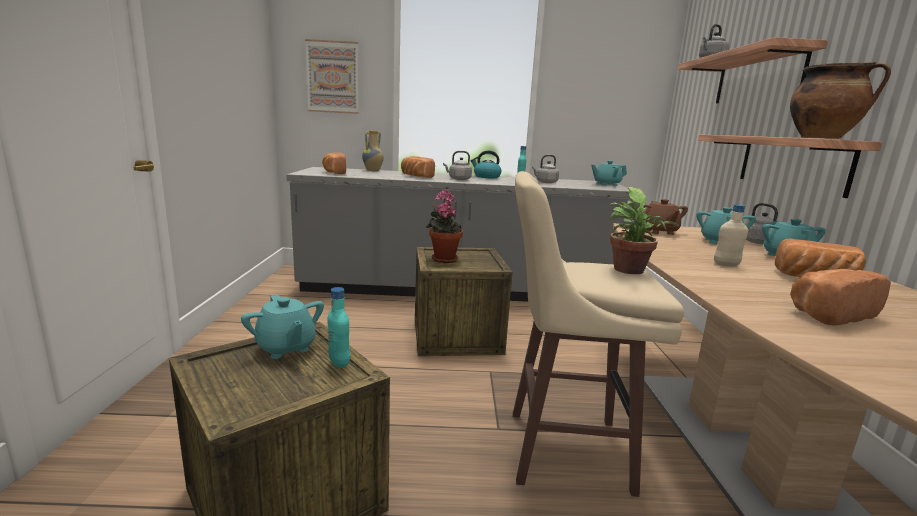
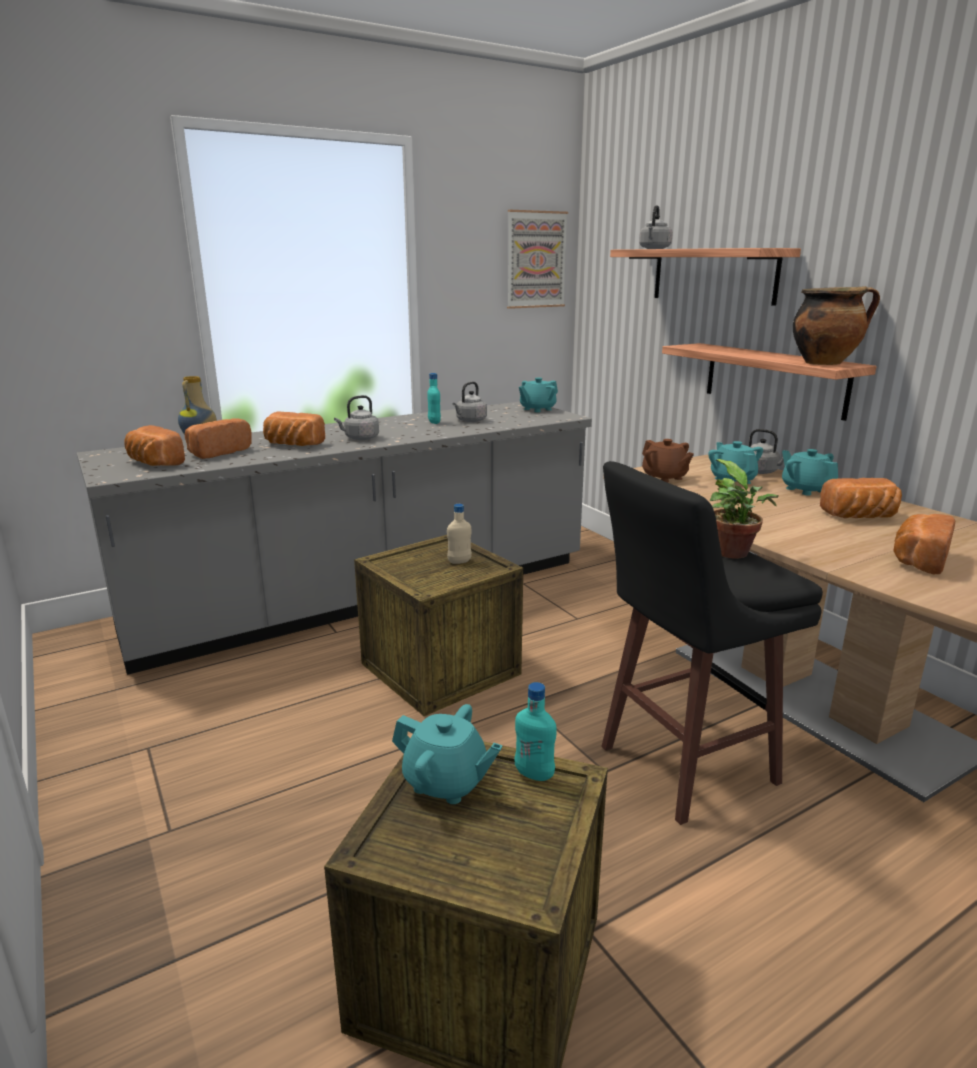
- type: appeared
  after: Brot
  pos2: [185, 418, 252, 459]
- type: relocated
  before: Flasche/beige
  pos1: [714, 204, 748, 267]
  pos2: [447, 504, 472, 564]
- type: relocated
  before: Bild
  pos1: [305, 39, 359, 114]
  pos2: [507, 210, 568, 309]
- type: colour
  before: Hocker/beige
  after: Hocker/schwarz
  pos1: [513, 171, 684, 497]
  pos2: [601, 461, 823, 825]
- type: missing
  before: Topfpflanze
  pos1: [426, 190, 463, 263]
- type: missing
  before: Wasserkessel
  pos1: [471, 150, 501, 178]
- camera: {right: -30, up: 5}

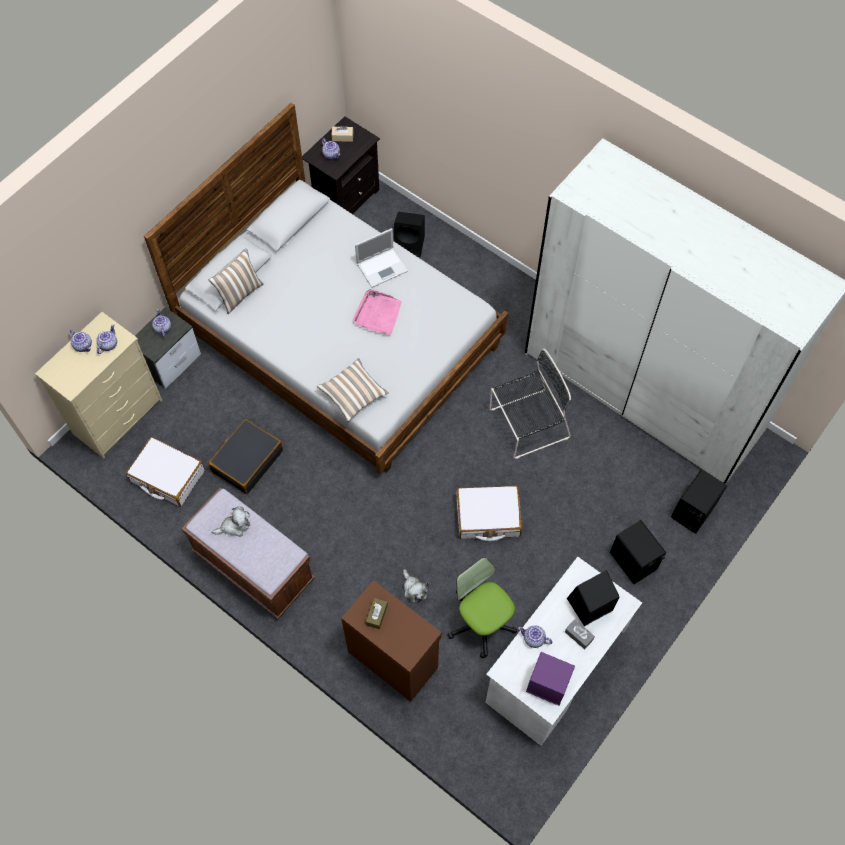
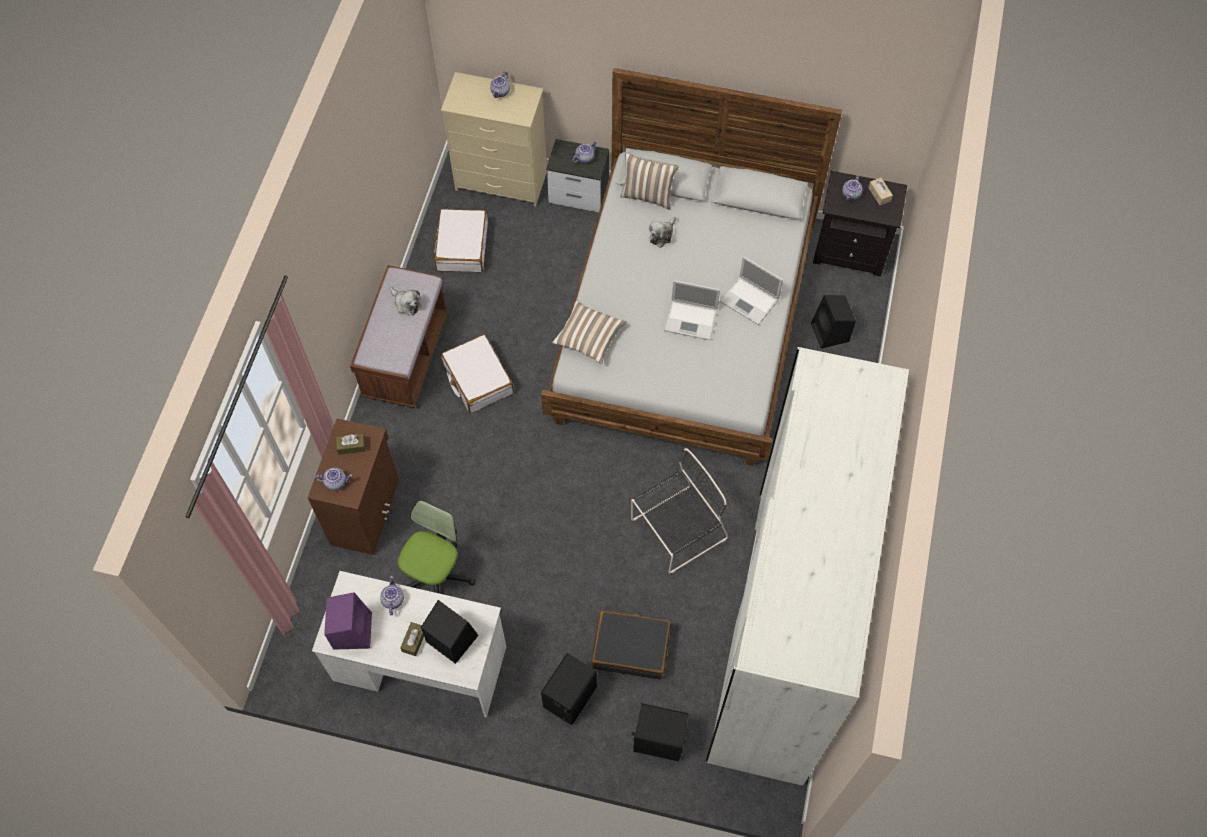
- type: relocated
  before: Teekanne
  pos1: [96, 324, 117, 354]
  pos2: [315, 468, 352, 491]
- type: colour
  before: Taschentuchbox/grau
  after: Taschentuchbox/braun
  pos1: [565, 619, 595, 649]
  pos2: [400, 622, 424, 656]
- type: relocated
  before: Koffer/weiß
  pos1: [457, 485, 522, 541]
  pos2: [441, 334, 514, 413]
- type: relocated
  before: Koffer/schwarz
  pos1: [208, 419, 283, 494]
  pos2: [592, 611, 671, 680]
- type: spun
  before: Stuhl/schwarz
  pos1: [490, 349, 571, 459]
  pos2: [631, 448, 728, 574]
  turn: -75
- type: relocated
  before: Plüschtier
  pos1: [403, 569, 429, 603]
  pos2: [649, 217, 676, 248]
- type: exchanged
  before: Tablett/rosa
  after: Laptop
  pos1: [353, 289, 402, 335]
  pos2: [664, 280, 720, 340]
- camera: {right: 65, up: 0}

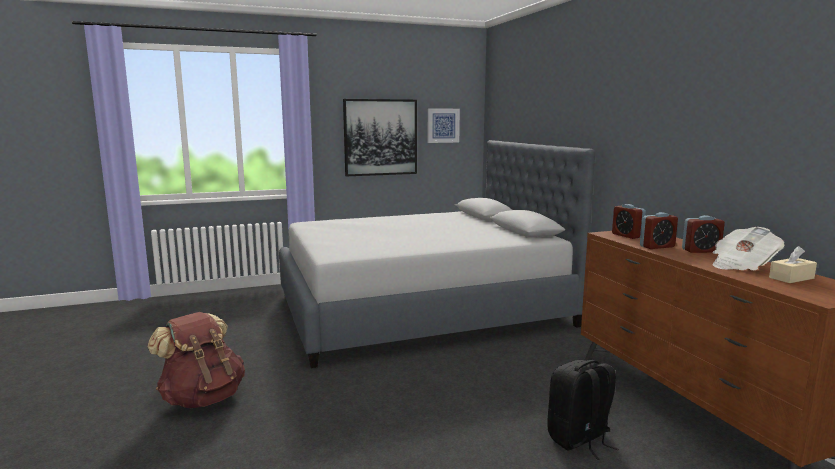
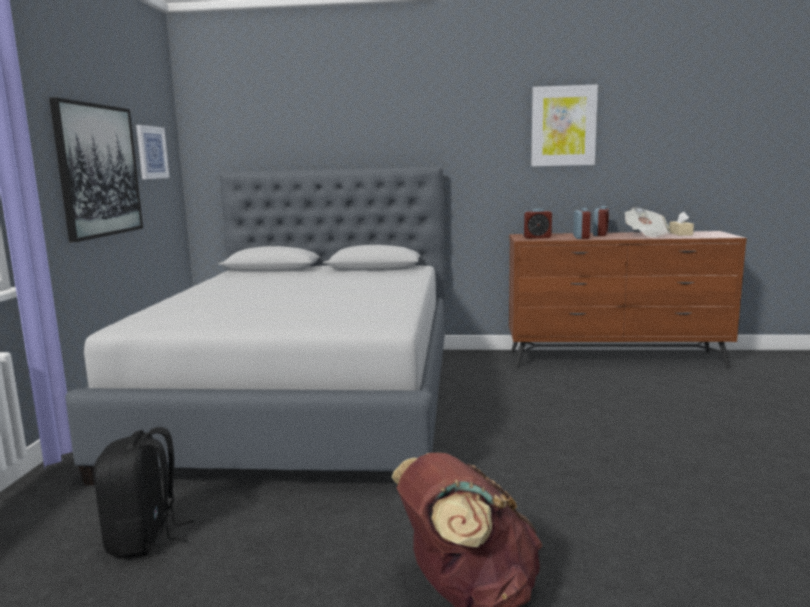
- type: relocated
  before: Rucksack/schwarz
  pos1: [547, 360, 618, 460]
  pos2: [93, 427, 194, 558]
- type: appeared
  after: Bild
  pos2: [531, 84, 598, 166]
- camera: {right: -65, up: 0}

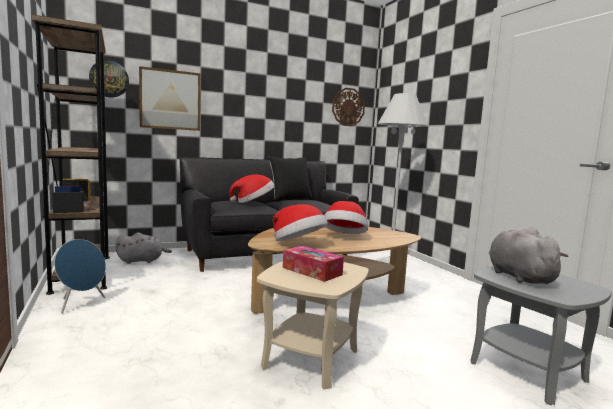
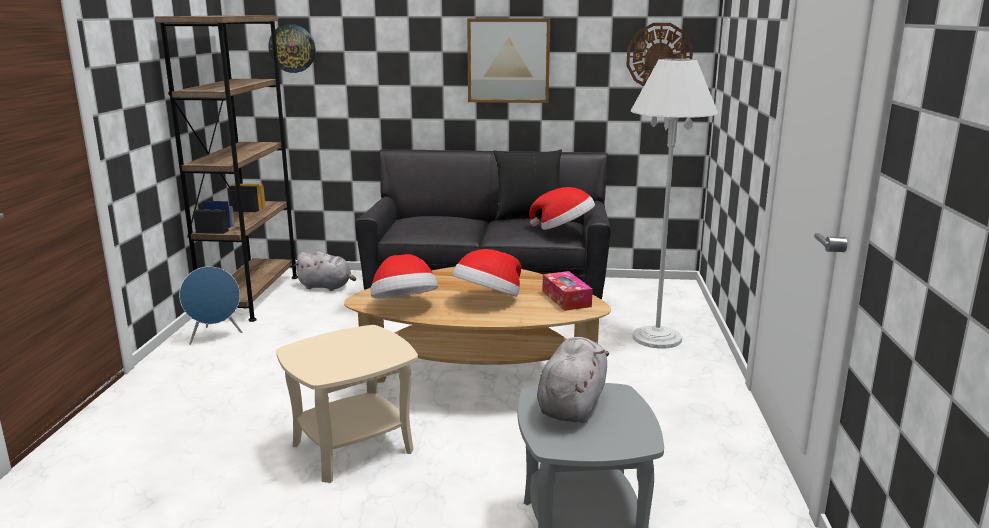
- type: relocated
  before: Bild
  pos1: [139, 66, 201, 131]
  pos2: [467, 18, 550, 103]
- type: relocated
  before: Hut
  pos1: [230, 174, 274, 203]
  pos2: [529, 187, 595, 230]
- type: relocated
  before: Taschentuchbox
  pos1: [283, 246, 344, 282]
  pos2: [542, 271, 593, 311]
- camera: {right: 30, up: 10}

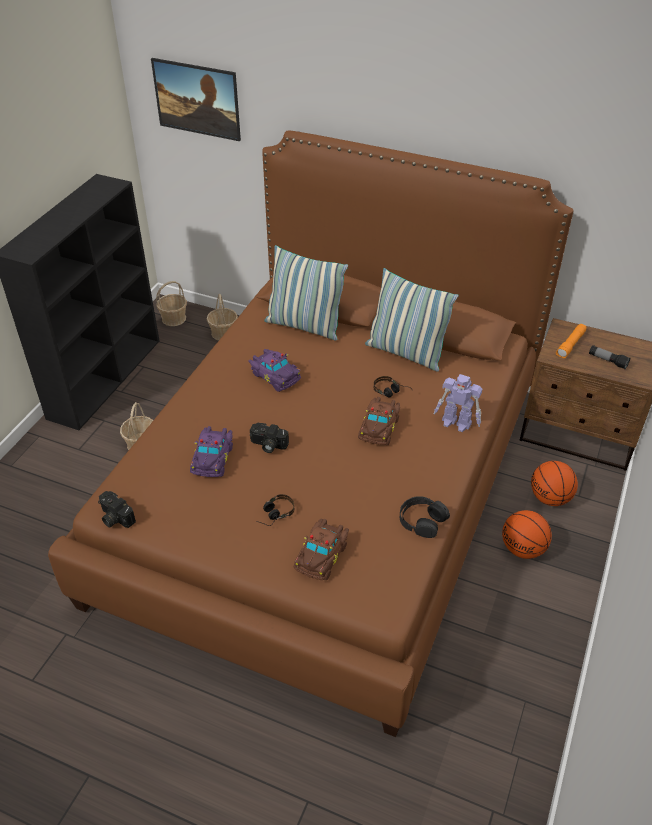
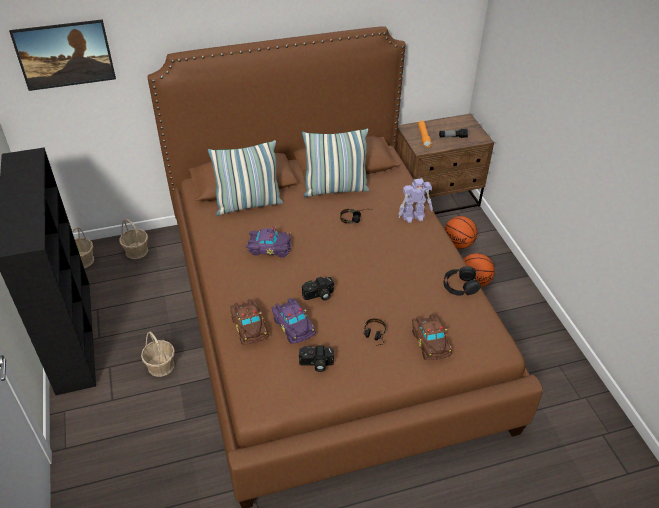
- type: relocated
  before: Spielzeugauto/braun
  pos1: [358, 397, 400, 445]
  pos2: [230, 299, 269, 345]
- type: relocated
  before: Kamera
  pos1: [98, 491, 136, 528]
  pos2: [299, 345, 334, 372]
- camera: {right: -40, up: 0}

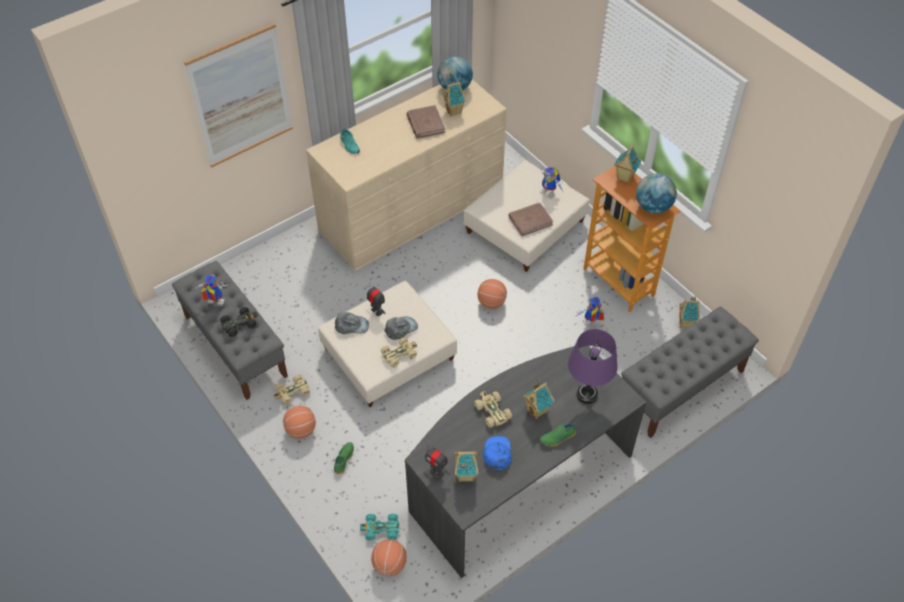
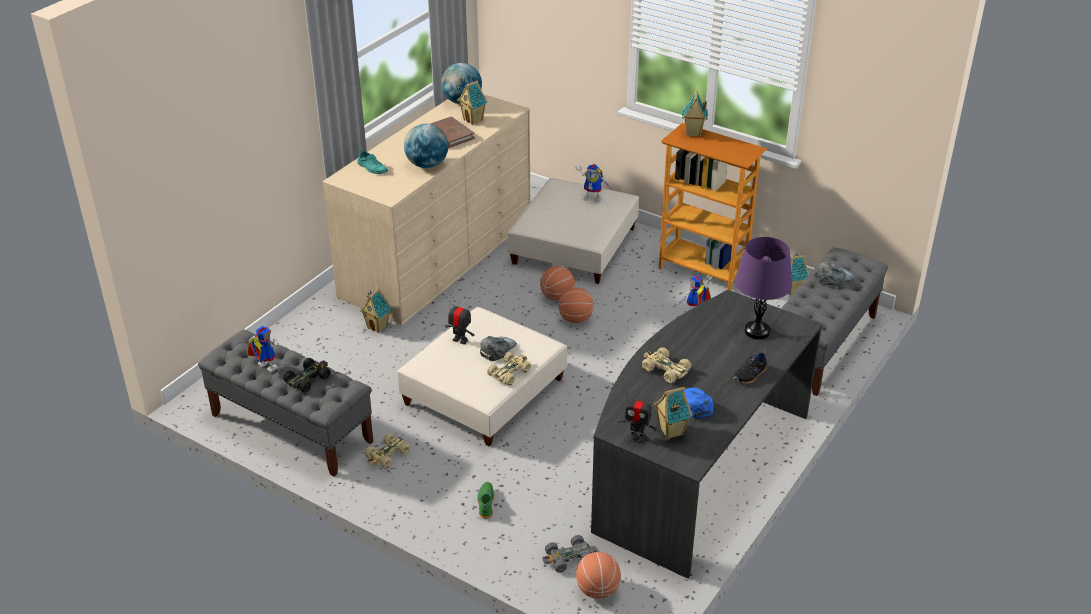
- type: spun
  before: Spielzeugroboter
  pos1: [194, 275, 228, 306]
  pos2: [247, 326, 279, 373]
  turn: 45
- type: relocated
  before: Spielzeughaus
  pos1: [523, 380, 555, 419]
  pos2: [360, 289, 392, 333]
- type: relocated
  before: Globus
  pos1: [636, 173, 677, 214]
  pos2: [404, 124, 448, 168]
- type: relocated
  before: Basketball
  pos1: [283, 406, 316, 439]
  pos2: [540, 266, 575, 301]
- type: colour
  before: Spielzeugauto/türkis
  after: Spielzeugauto/grau
  pos1: [360, 513, 400, 540]
  pos2: [542, 535, 592, 572]
- type: colour
  before: Schuh/grün
  after: Schuh/schwarz
  pos1: [540, 422, 576, 447]
  pos2: [733, 350, 767, 384]
- type: relocated
  before: Kappe/grau
  pos1: [335, 312, 369, 334]
  pos2: [815, 262, 855, 285]
- type: missing
  before: Bild
  pos1: [184, 23, 293, 167]
- type: missing
  before: Buch/braun
  pos1: [509, 203, 553, 236]
- camera: {right: -20, up: -15}

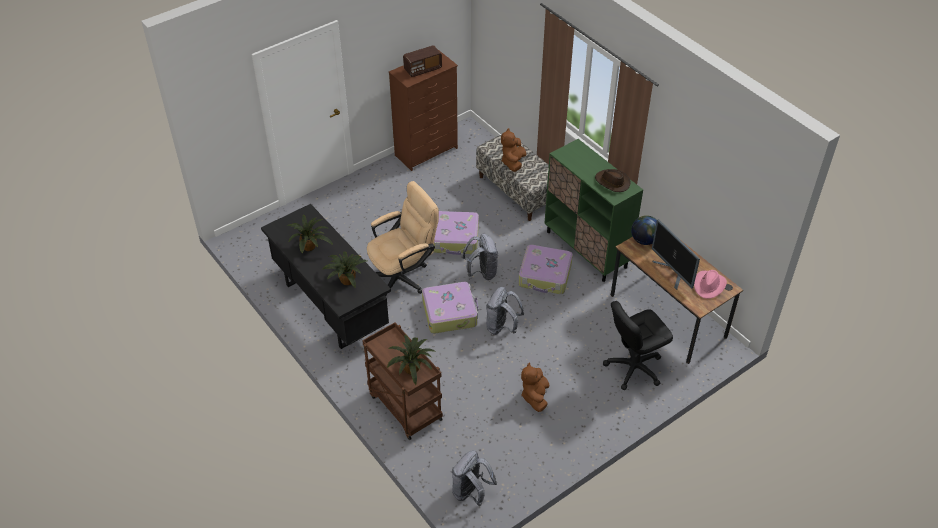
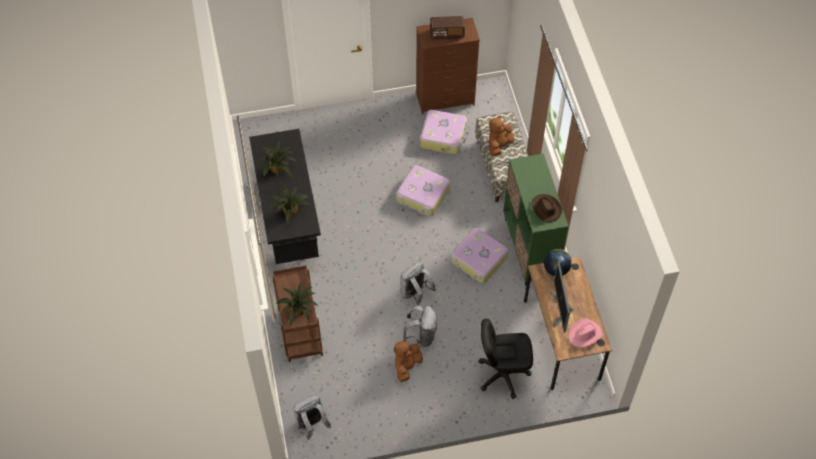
- type: relocated
  before: Rucksack/grau
  pos1: [462, 233, 498, 280]
  pos2: [403, 306, 438, 347]
- type: relocated
  before: Koffer
  pos1: [422, 282, 479, 334]
  pos2: [420, 110, 469, 154]
- type: missing
  before: Bürostuhl/beige
  pos1: [367, 181, 439, 297]
- camera: {right: 25, up: 10}

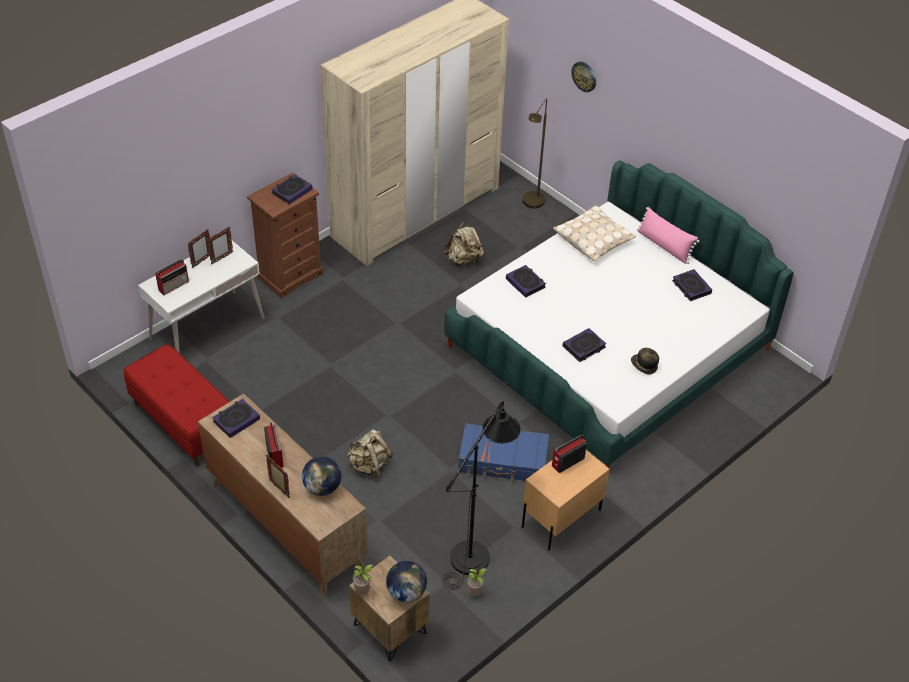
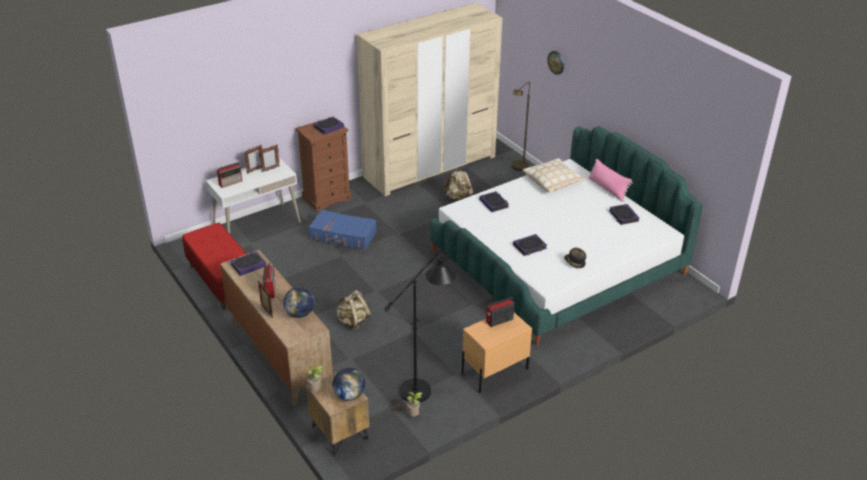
- type: relocated
  before: Koffer/blau
  pos1: [458, 423, 549, 481]
  pos2: [309, 210, 377, 250]
- camera: {right: 10, up: -10}

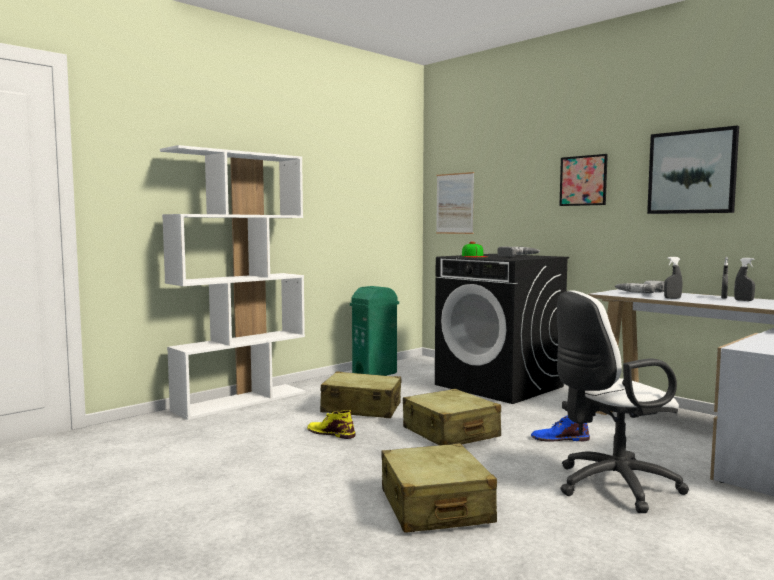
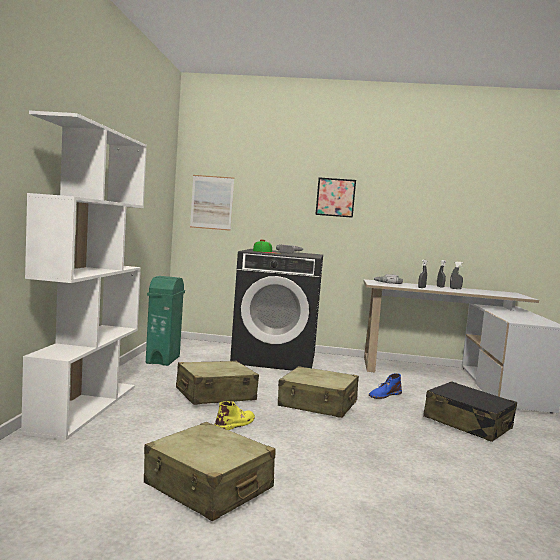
- type: relocated
  before: Koffer/beige
  pos1: [382, 443, 497, 533]
  pos2: [144, 422, 276, 521]
- type: spun
  before: Stiefel/gelb
  pos1: [307, 410, 355, 439]
  pos2: [214, 401, 255, 430]
  turn: 135
- type: exchanged
  before: Bürostuhl/weiß
  after: Koffer/schwarz
  pos1: [557, 290, 689, 513]
  pos2: [423, 381, 517, 442]
- type: missing
  before: Bild
  pos1: [647, 126, 739, 214]
- camera: {right: -40, up: 0}

